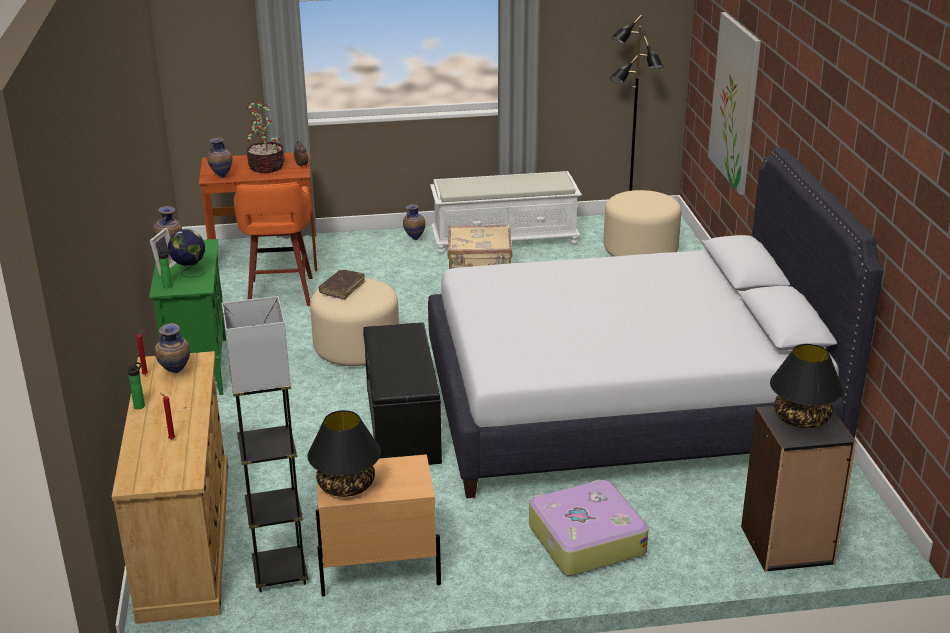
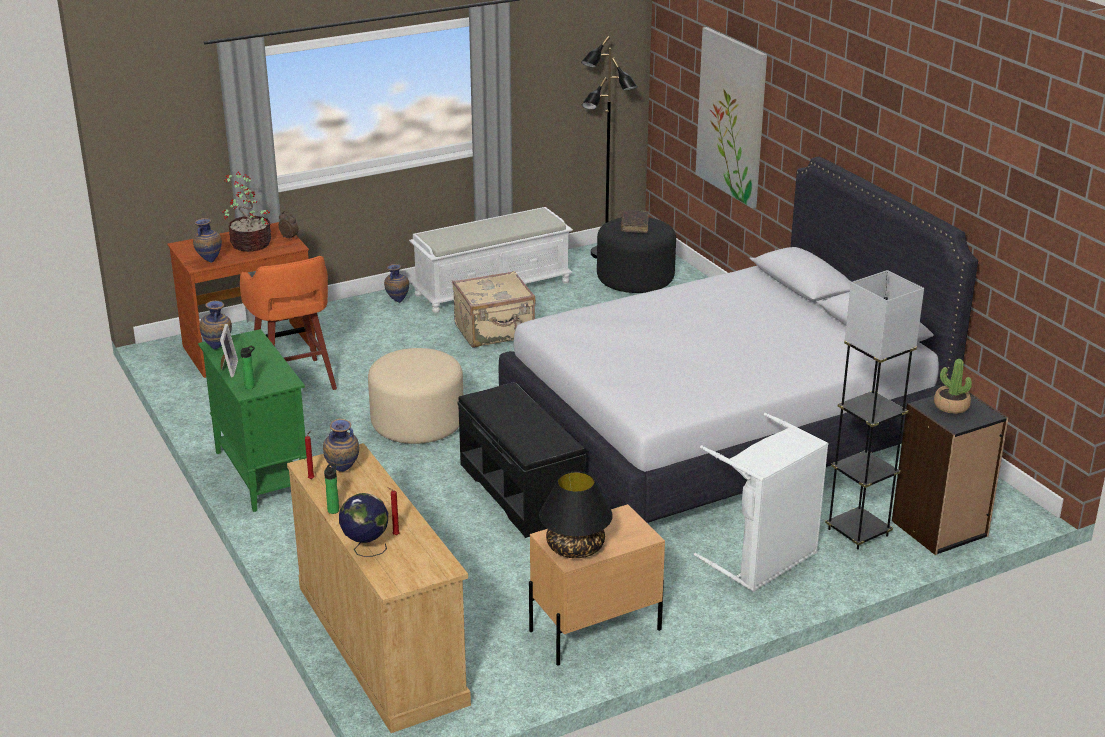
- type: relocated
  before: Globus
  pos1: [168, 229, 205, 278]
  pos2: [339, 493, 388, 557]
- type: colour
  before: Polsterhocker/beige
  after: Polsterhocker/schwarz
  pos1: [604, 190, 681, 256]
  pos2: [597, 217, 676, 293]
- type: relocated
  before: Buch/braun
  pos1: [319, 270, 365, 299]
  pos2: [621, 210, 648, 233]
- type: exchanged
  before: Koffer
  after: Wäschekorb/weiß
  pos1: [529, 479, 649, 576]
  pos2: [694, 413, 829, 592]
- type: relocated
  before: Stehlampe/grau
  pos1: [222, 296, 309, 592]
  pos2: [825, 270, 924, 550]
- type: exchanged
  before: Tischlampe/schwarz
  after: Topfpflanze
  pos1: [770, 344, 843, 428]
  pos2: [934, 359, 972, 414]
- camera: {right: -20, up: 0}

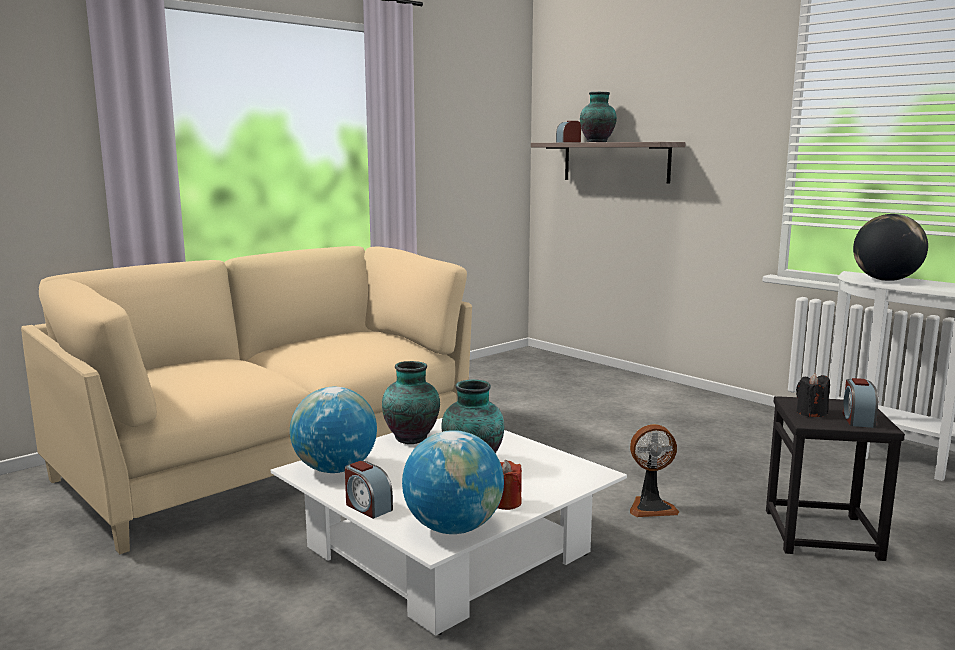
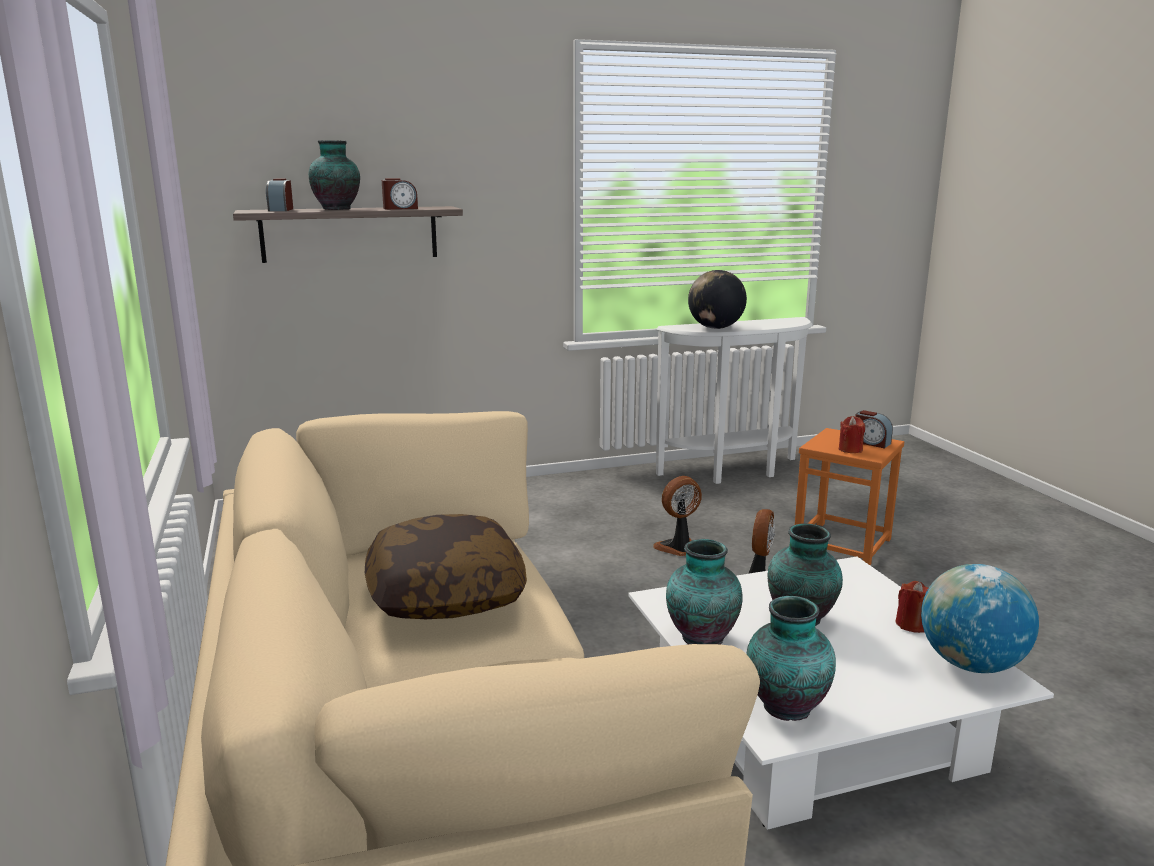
- type: appeared
  after: Kissen
  pos2: [365, 514, 527, 619]
- type: relocated
  before: Wecker
  pos1: [345, 461, 393, 519]
  pos2: [382, 178, 418, 210]
- type: appeared
  after: Ventilator
  pos2: [653, 476, 702, 556]
- type: exchanged
  before: Globus
  after: Vase
  pos1: [290, 387, 377, 473]
  pos2: [747, 596, 836, 721]
- type: colour
  before: Hocker/schwarz
  after: Hocker/orange
  pos1: [766, 396, 905, 561]
  pos2: [795, 428, 904, 565]
- type: colour
  before: Kerze/schwarz
  after: Kerze/rot
  pos1: [796, 373, 830, 417]
  pos2: [839, 416, 865, 453]
- camera: {right: -65, up: 5}

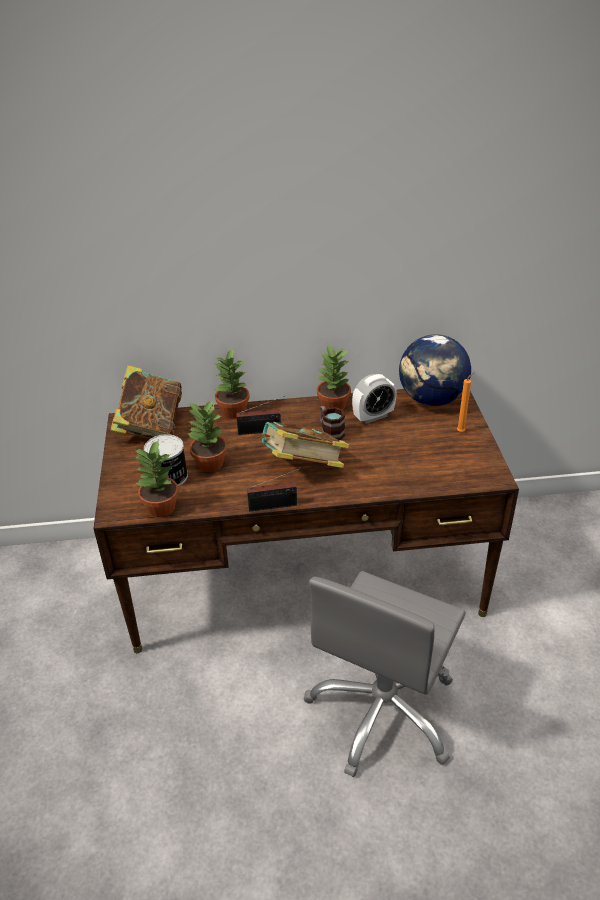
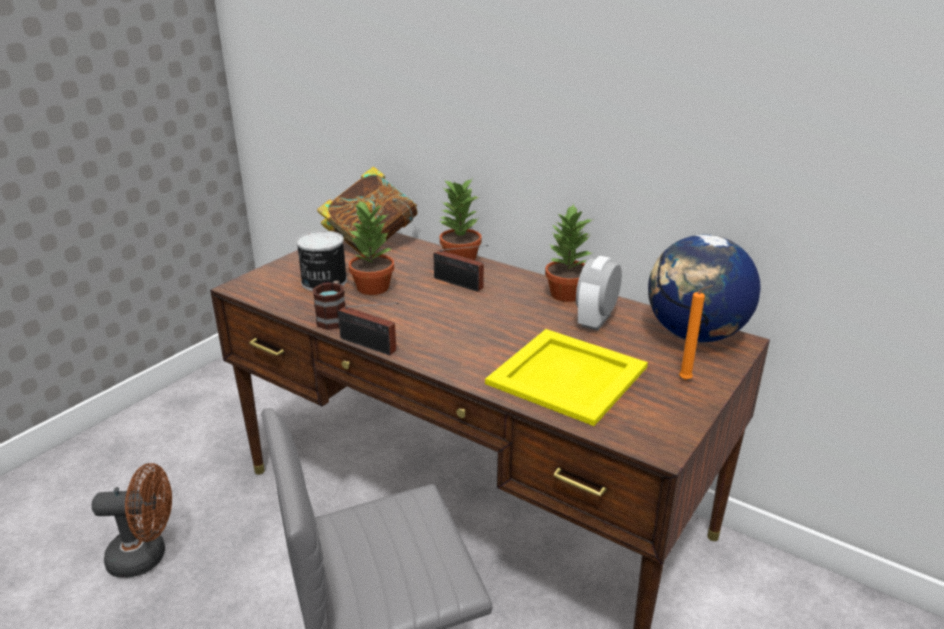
- type: appeared
  after: Ventilator/braun
  pos2: [92, 463, 172, 578]
- type: relocated
  before: Henkelbecher
  pos1: [319, 406, 345, 440]
  pos2: [313, 280, 346, 330]
- type: appeared
  after: Tablett/gelb
  pos2: [485, 329, 648, 426]
- type: spun
  before: Wecker
  pos1: [352, 374, 397, 424]
  pos2: [576, 256, 622, 331]
  turn: 105
- type: missing
  before: Topfpflanze
  pos1: [134, 439, 179, 517]
- type: missing
  before: Buch
  pos1: [257, 422, 349, 468]
- camera: {right: 40, up: -10}

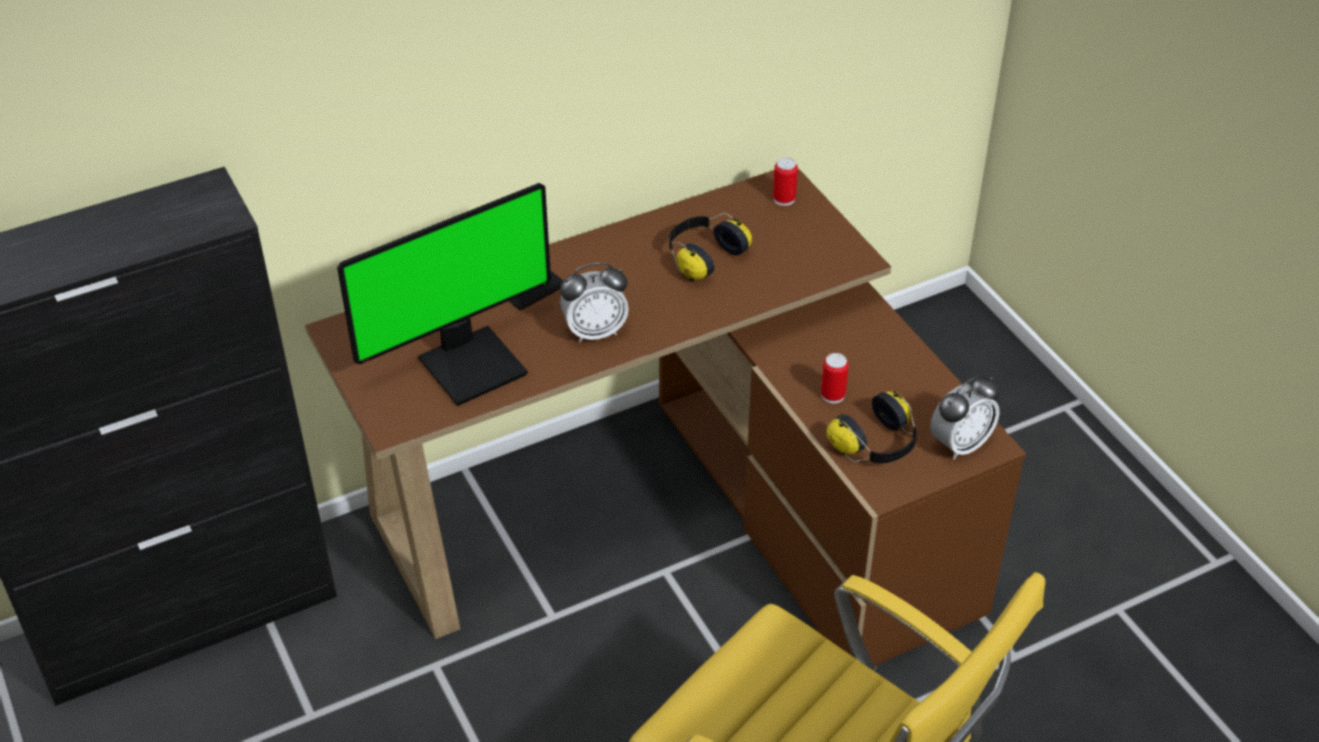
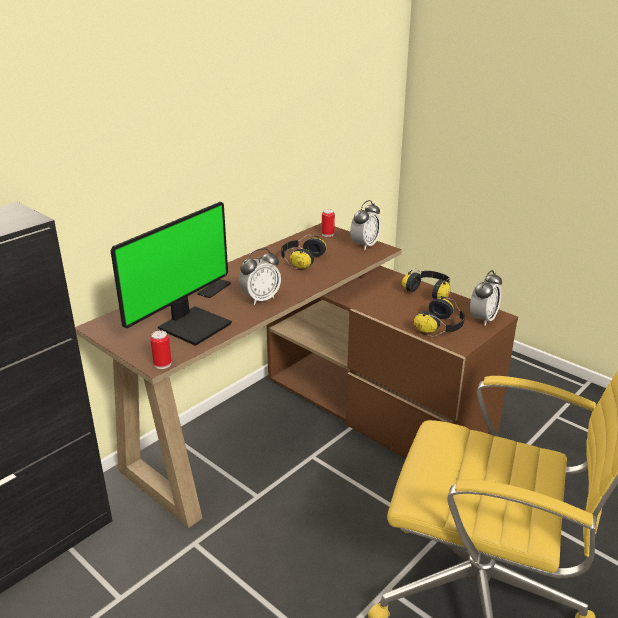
- type: relocated
  before: Dose
  pos1: [821, 353, 849, 403]
  pos2: [150, 331, 172, 369]
- type: appeared
  after: Wecker
  pos2: [350, 200, 381, 250]
- type: appeared
  after: Kopfhörer
  pos2: [402, 268, 451, 299]
- camera: {right: -20, up: -15}

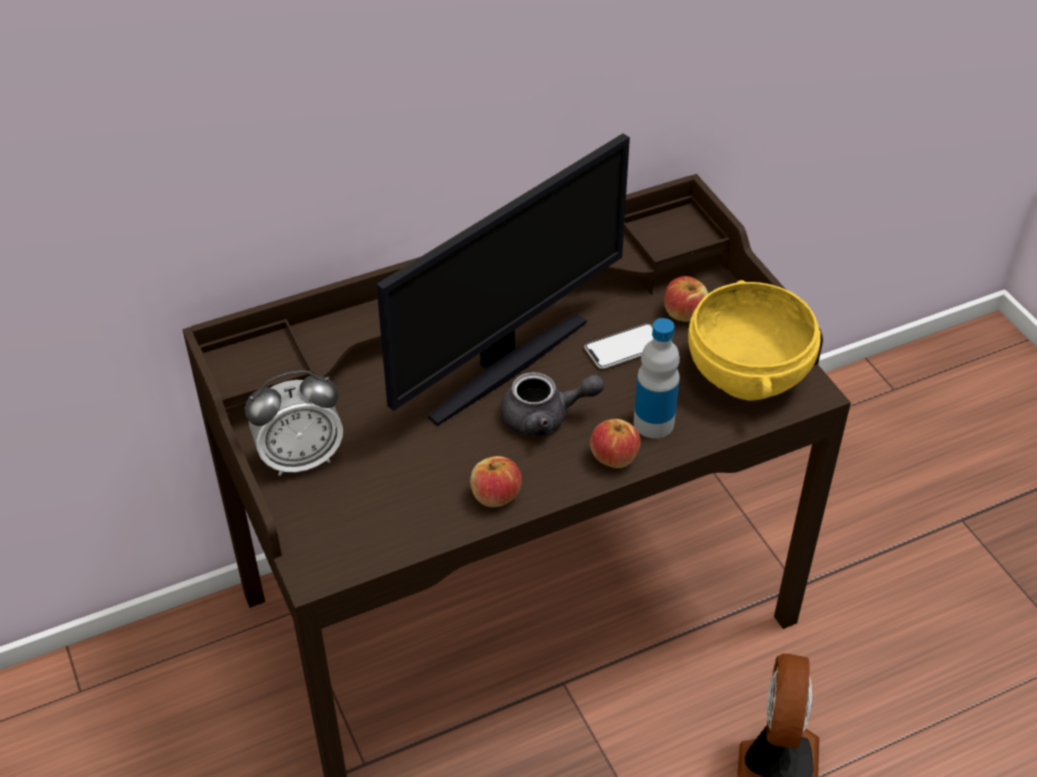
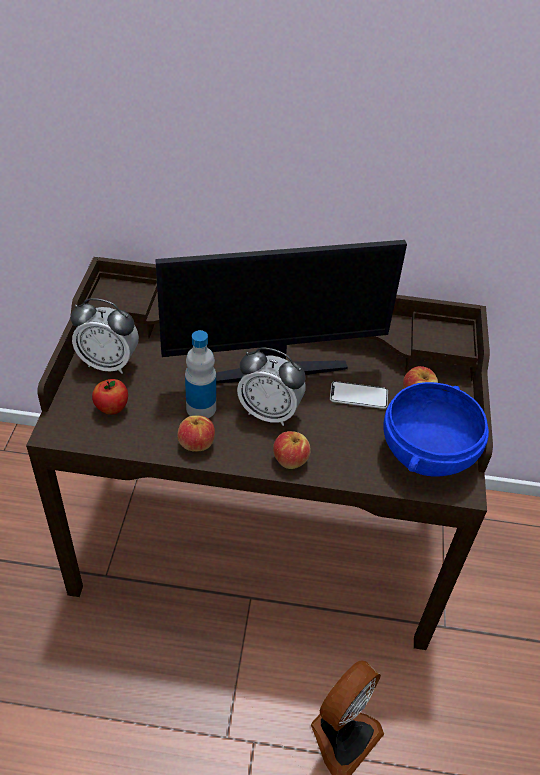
- type: appeared
  after: Apfel
  pos2: [92, 379, 128, 415]
- type: relocated
  before: Flasche
  pos1: [633, 318, 680, 438]
  pos2: [185, 330, 216, 418]
- type: exchanged
  before: Teekanne/grau
  after: Wecker
  pos1: [500, 372, 604, 436]
  pos2: [237, 347, 306, 426]
- type: colour
  before: Schüssel/gelb
  after: Schüssel/blau
  pos1: [688, 280, 821, 401]
  pos2: [383, 382, 489, 477]
- camera: {right: 30, up: 0}

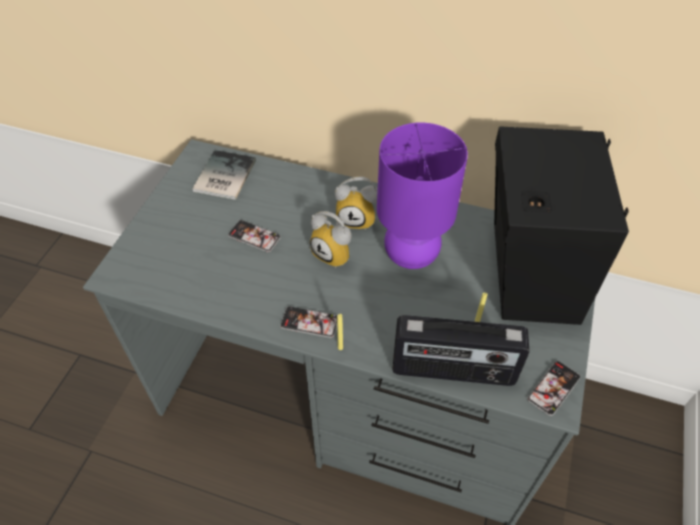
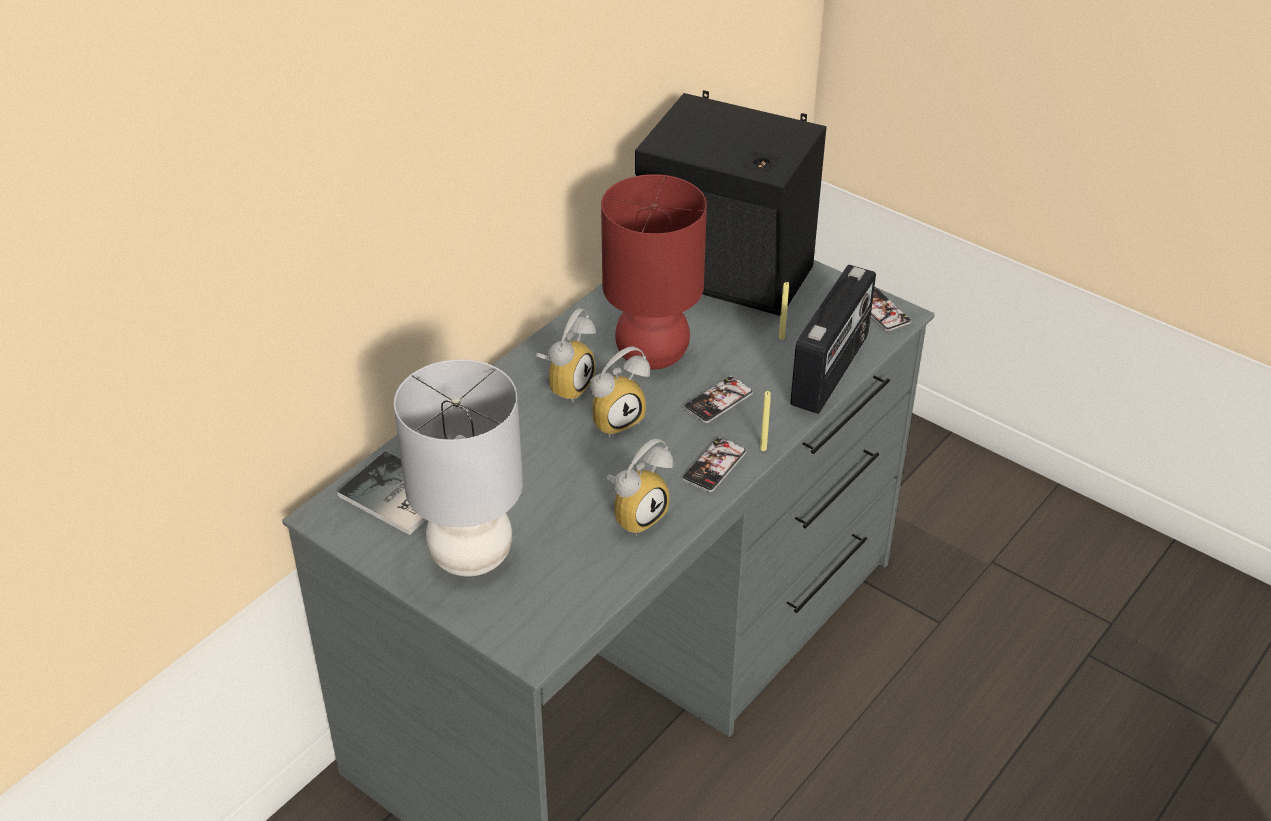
- type: appeared
  after: Tischlampe/grau
  pos2: [394, 359, 523, 576]
- type: colour
  before: Tischlampe/lila
  after: Tischlampe/rot
  pos1: [377, 122, 468, 269]
  pos2: [601, 174, 707, 369]
- type: appeared
  after: Wecker
  pos2: [607, 439, 673, 536]
- type: relocated
  before: Handy
  pos1: [228, 220, 281, 252]
  pos2: [684, 375, 753, 423]
- camera: {right: -70, up: -10}

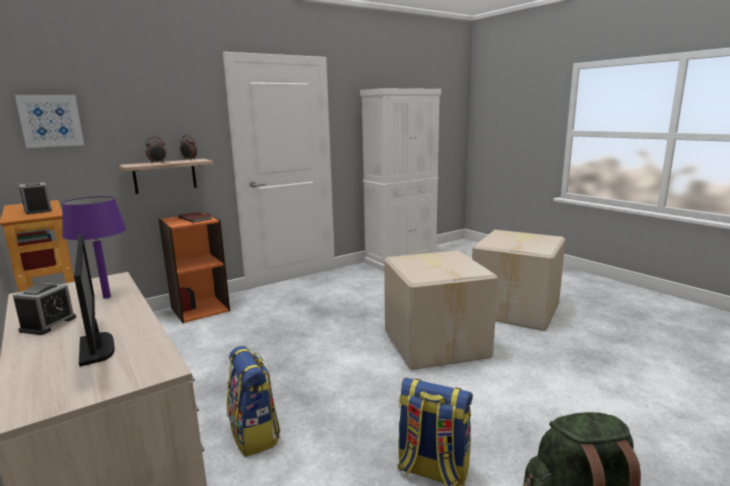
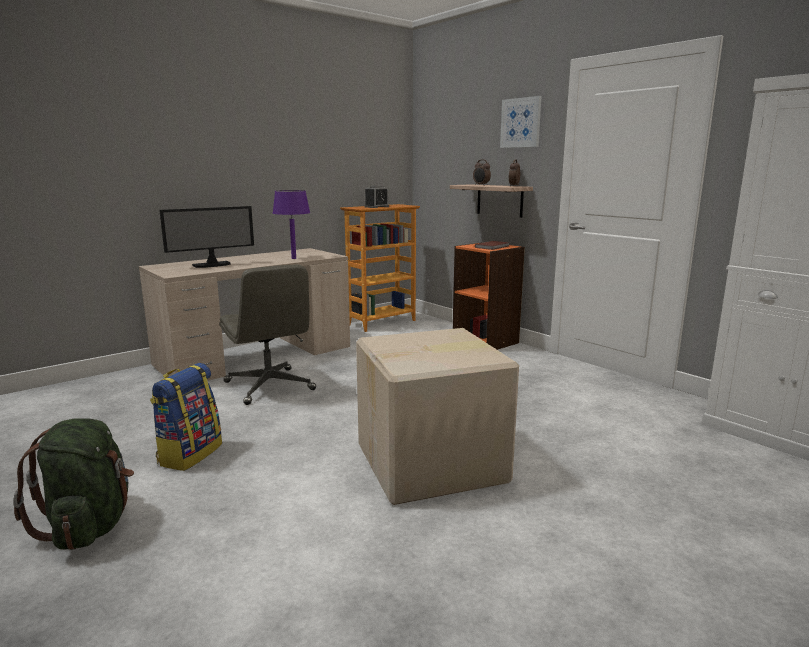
- type: exchanged
  before: Rucksack
  after: Bürostuhl/grau
  pos1: [227, 346, 281, 457]
  pos2: [219, 265, 316, 405]
- type: relocated
  before: Bild
  pos1: [15, 95, 84, 148]
  pos2: [500, 96, 542, 148]
- type: missing
  before: Wecker
  pos1: [13, 283, 76, 335]
- type: missing
  before: Karton
  pos1: [472, 230, 566, 331]
- camera: {right: 85, up: 0}

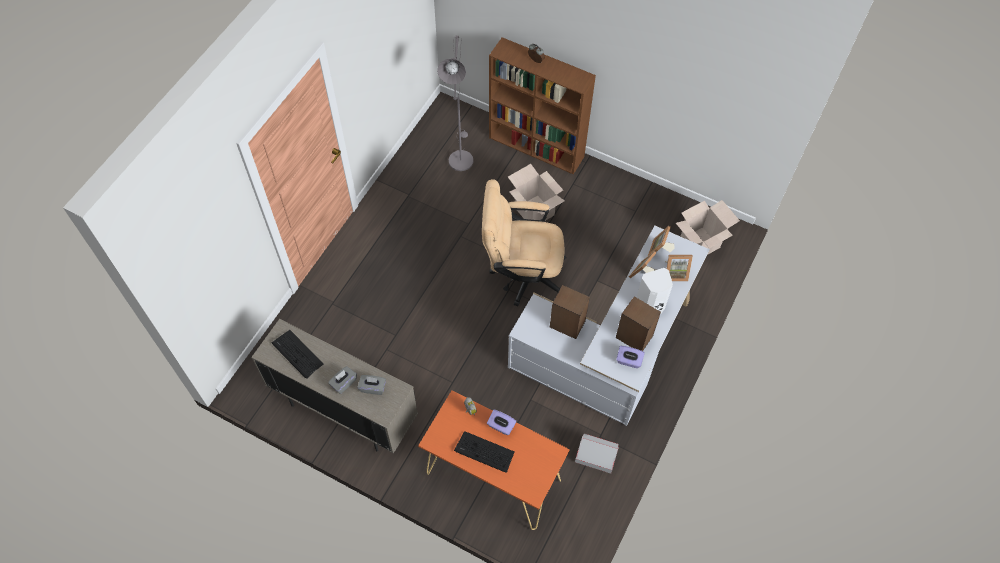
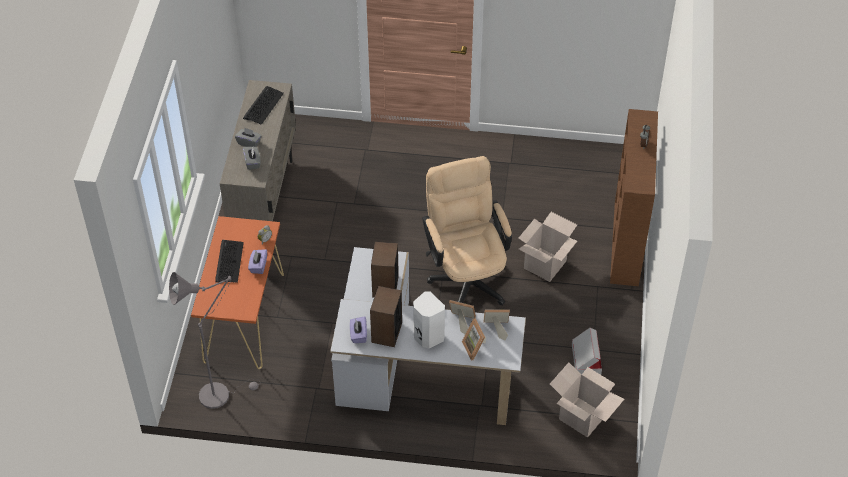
- type: relocated
  before: Stehlampe/grau
  pos1: [437, 36, 473, 171]
  pos2: [169, 272, 261, 409]
- type: relocated
  before: Karton
  pos1: [575, 434, 619, 474]
  pos2: [572, 328, 602, 375]
- camera: {right: 70, up: -10}

